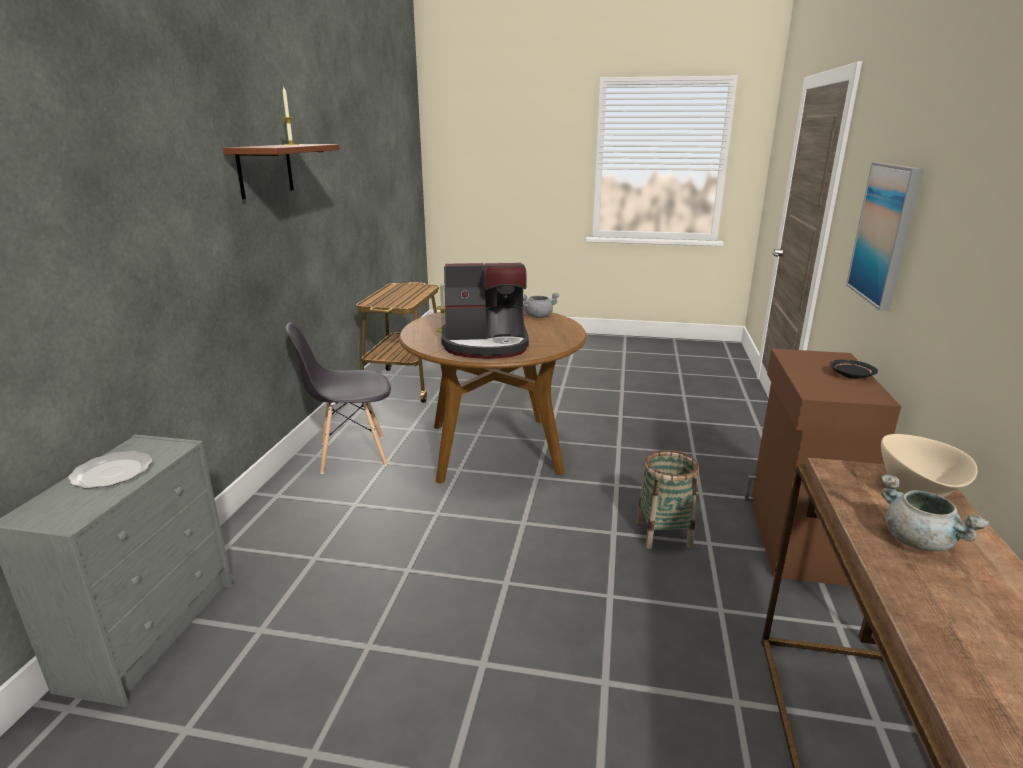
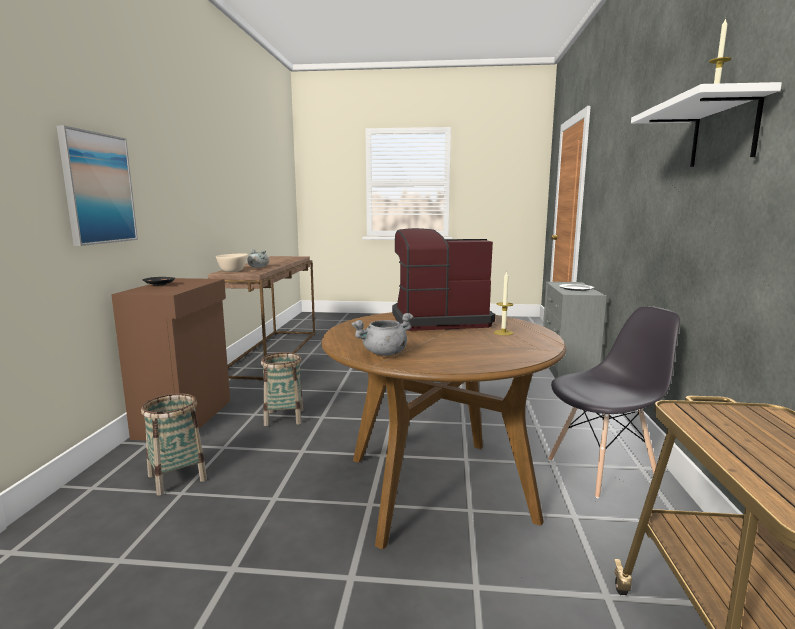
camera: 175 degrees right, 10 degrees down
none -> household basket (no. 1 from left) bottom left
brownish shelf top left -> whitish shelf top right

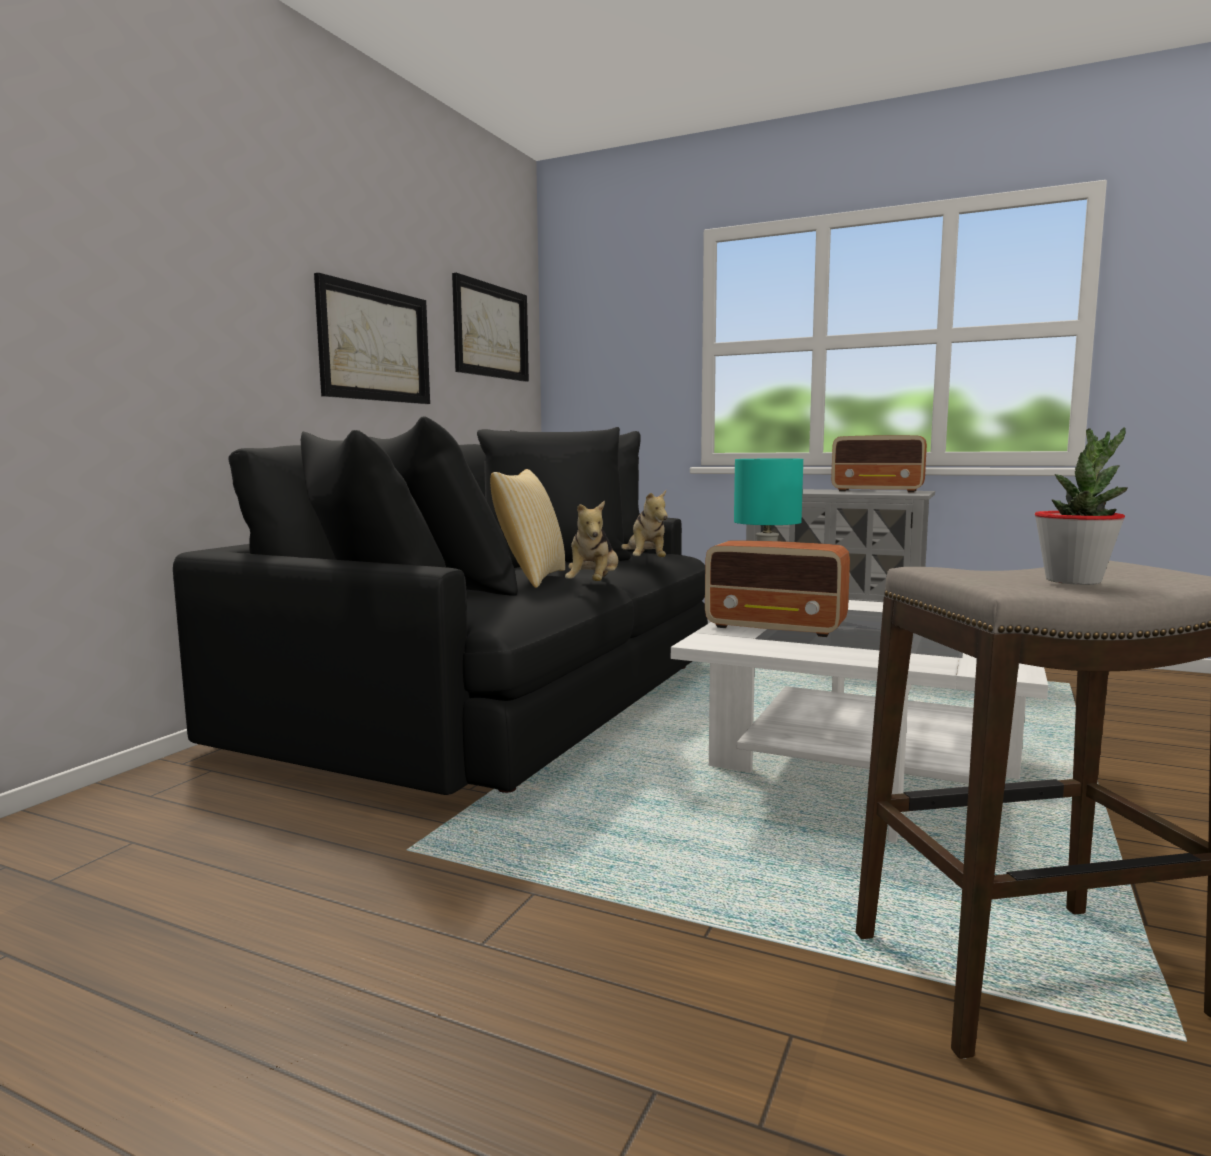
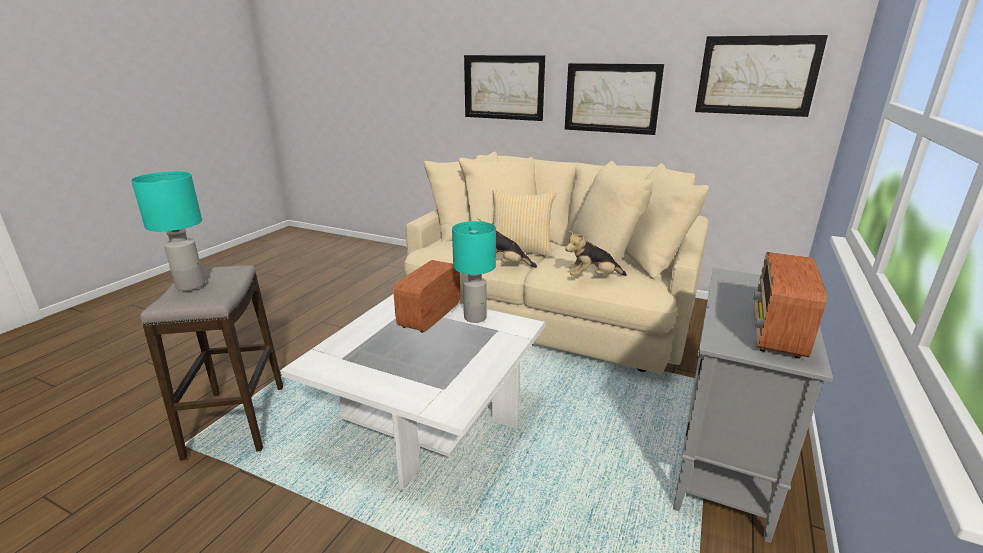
camera: 90 degrees right, 15 degrees up
potted plant middle right -> blue-green table lamp (no. 1 from left) middle left
black couch centre -> beige couch centre
none -> wall picture (no. 1 from left) top centre

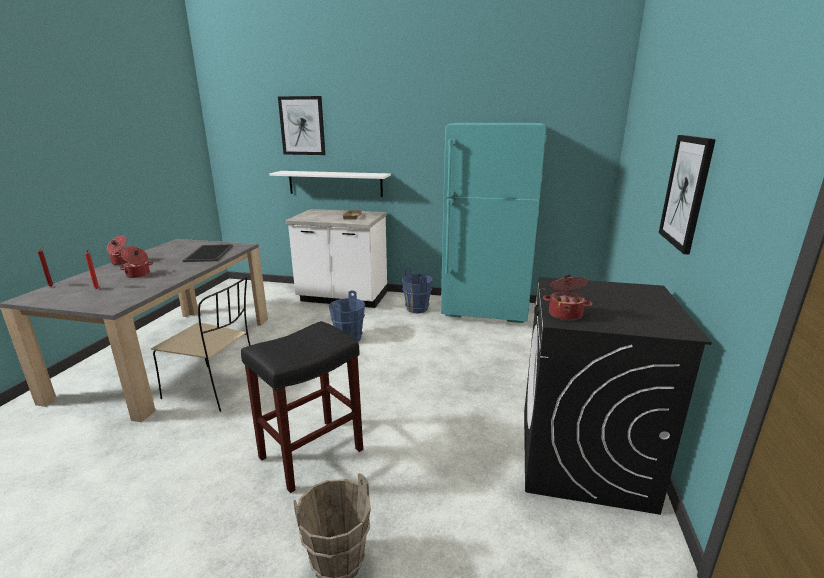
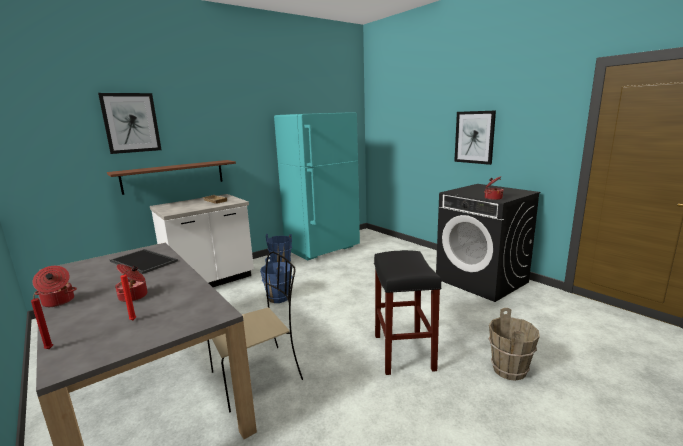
camera: 50 degrees left, 5 degrees down
whitish shelf top centre -> brownish shelf middle left

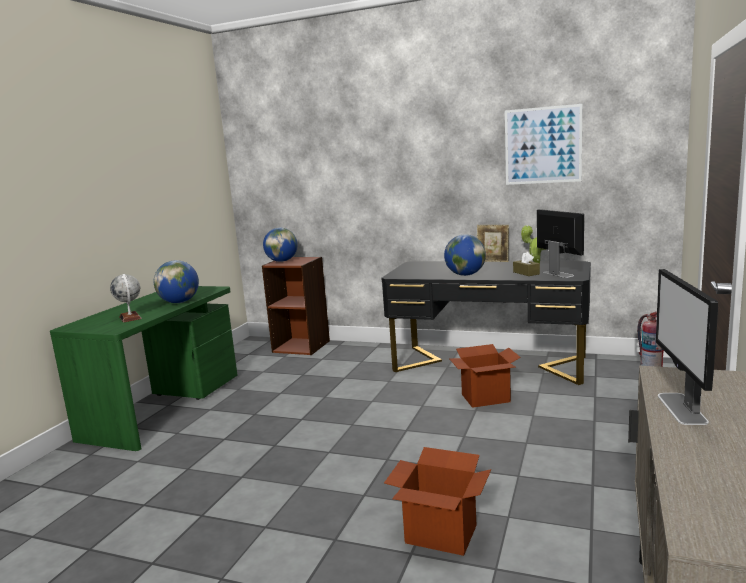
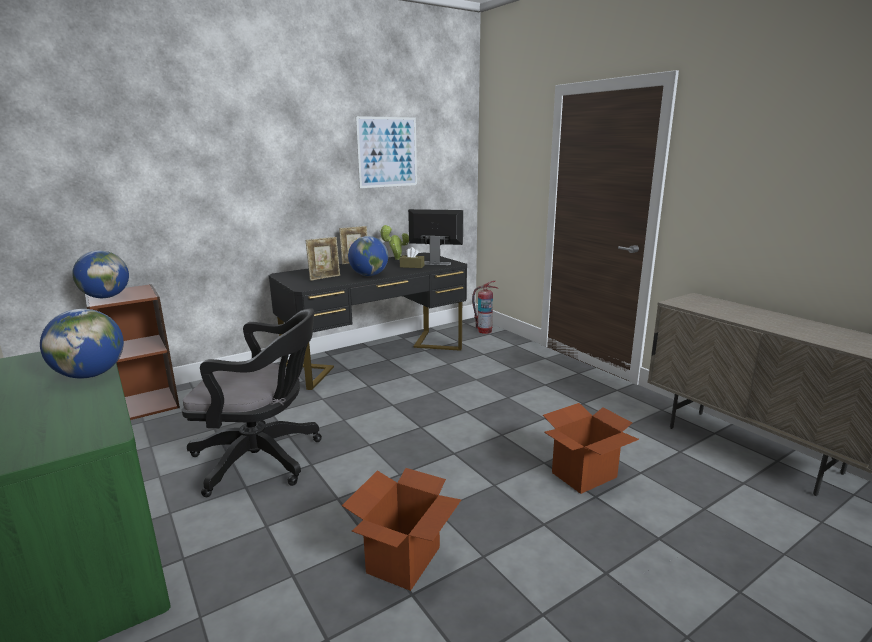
camera: 55 degrees left, 5 degrees up
none -> black office chair middle left
none -> standing frame (no. 1 from left) centre
carton (no. 2 from left in the first image) centre -> carton (no. 1 from left) bottom centre, relocated
globe (no. 1 from left) middle left -> none
computer display (no. 2 from left) middle right -> none

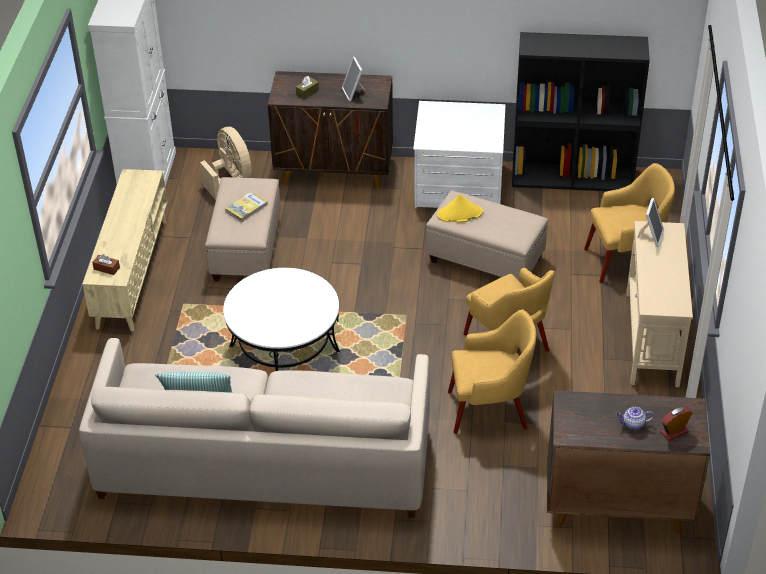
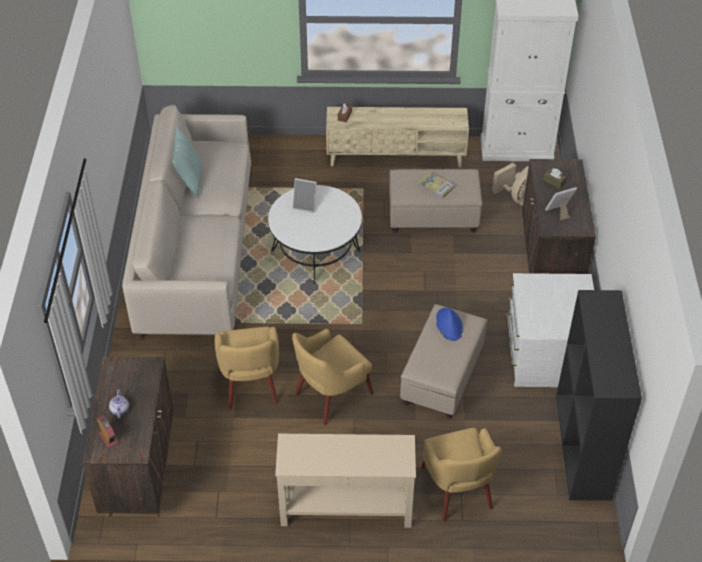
camera: 85 degrees right, 5 degrees up
standing frame (no. 2 from left in the first image) middle right -> standing frame (no. 1 from left) centre, relocated
yellow hat centre -> blue hat centre

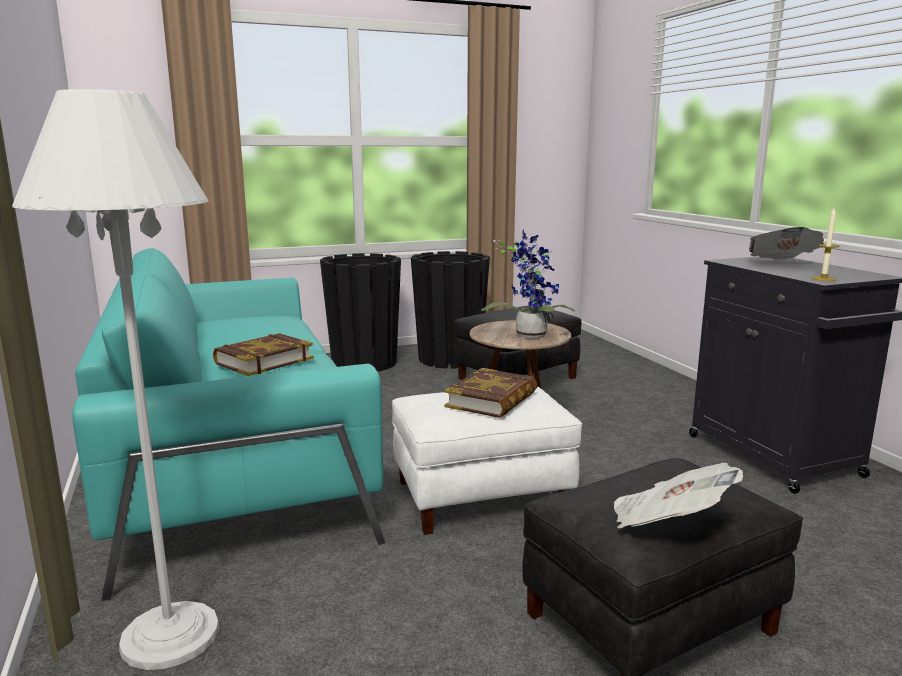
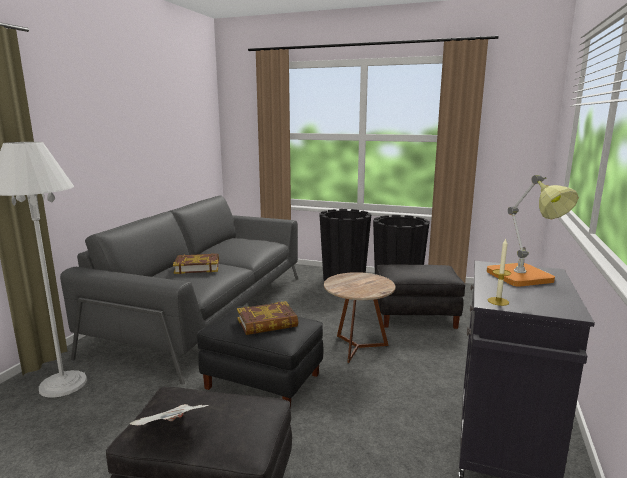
camera: 40 degrees right, 0 degrees up
blue-green couch middle left -> gray couch middle left
whitish footrest bottom centre -> black footrest (no. 2 from left) bottom centre
newspaper (no. 2 from left) middle right -> table lamp middle right
potted plant centre -> none

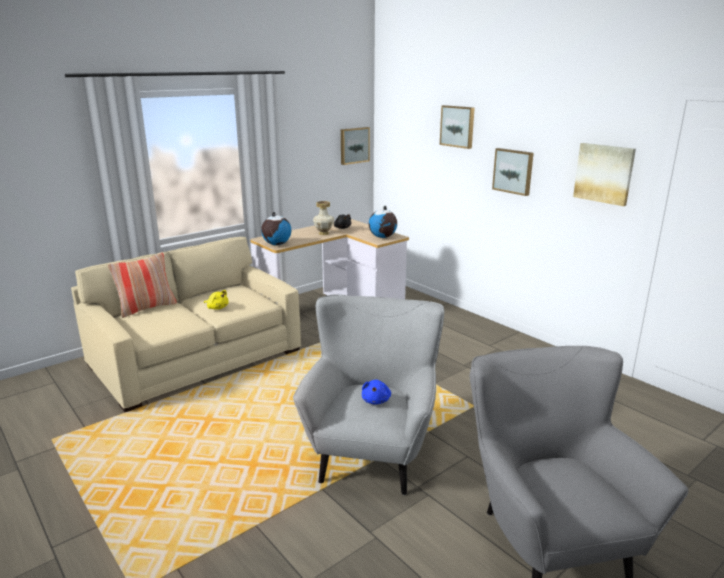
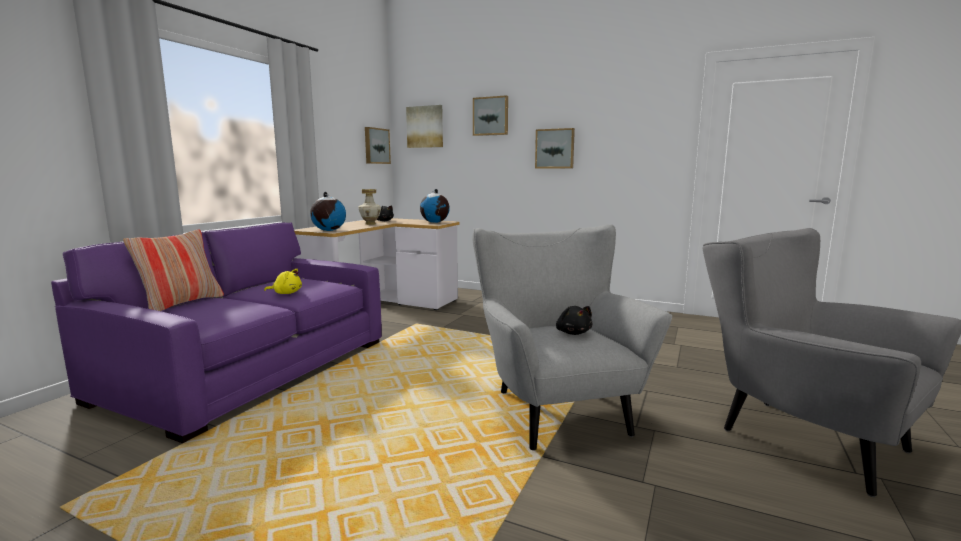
camera: 25 degrees left, 10 degrees down
beige couch middle left -> purplish couch middle left
wall picture (no. 4 from left in the first image) top right -> wall picture (no. 2 from left) top centre, relocated
blue plush toy bottom centre -> black plush toy (no. 2 from left) centre

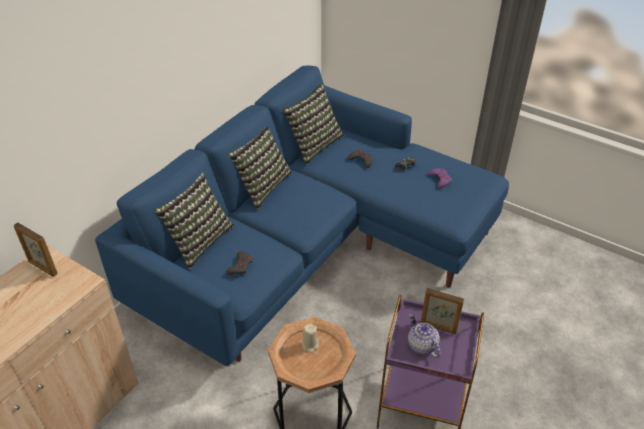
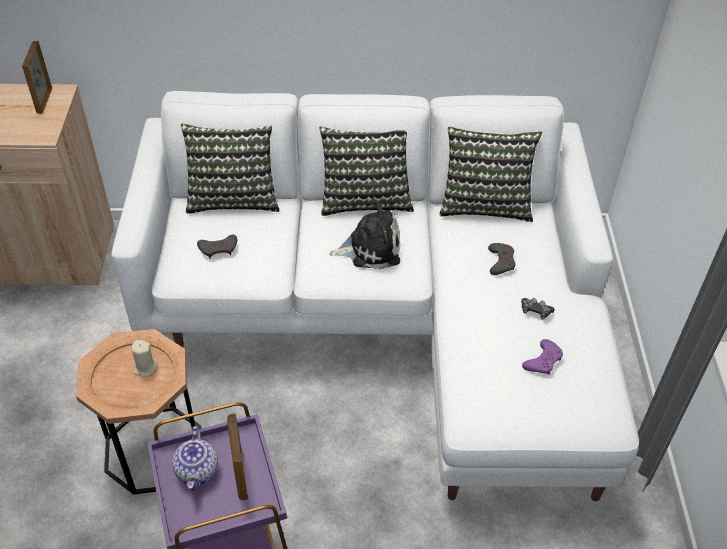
camera: 55 degrees right, 5 degrees up
blue couch centre -> whitish couch centre
pot for tea bottom centre -> pot for tea bottom left, 150 degrees clockwise
none -> plush toy centre

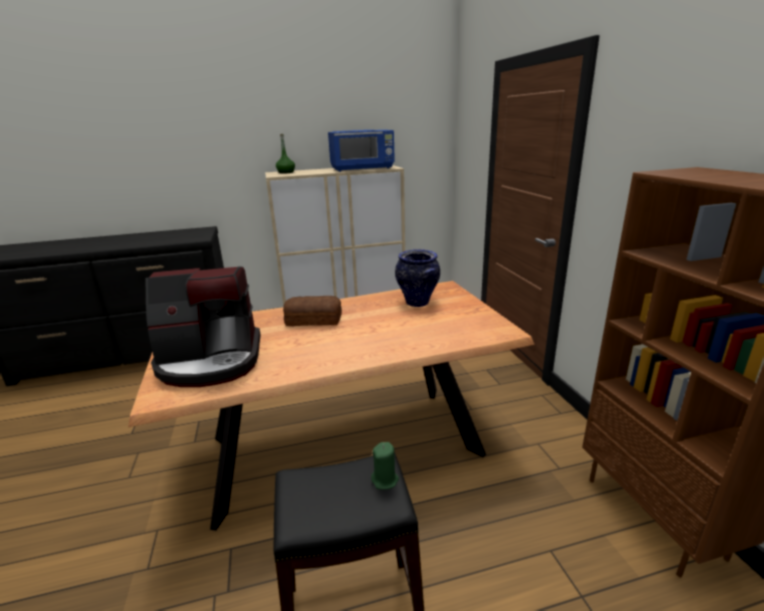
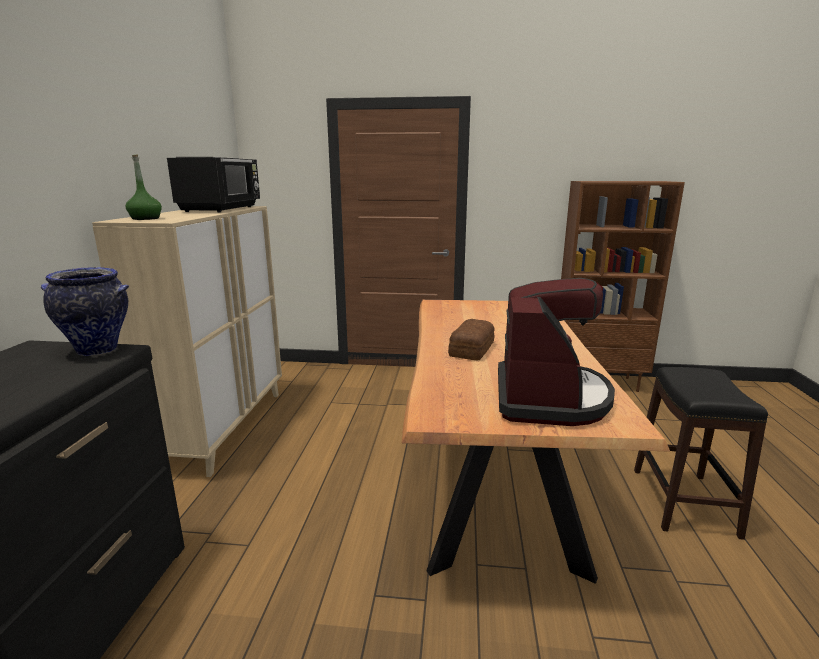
camera: 70 degrees left, 5 degrees down
flower vase centre -> flower vase middle left, relocated
blue kitchen microwave top centre -> black kitchen microwave top left
green-coloured wax light bottom centre -> none

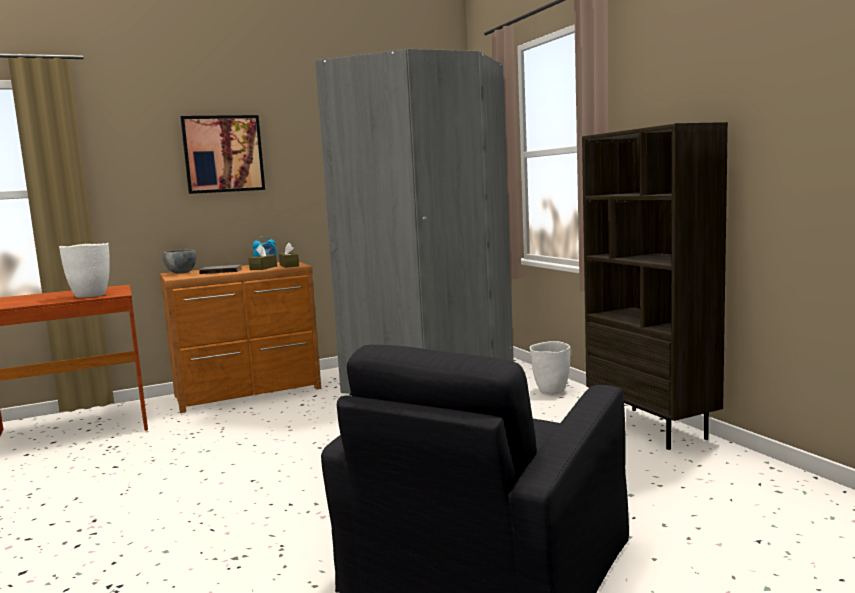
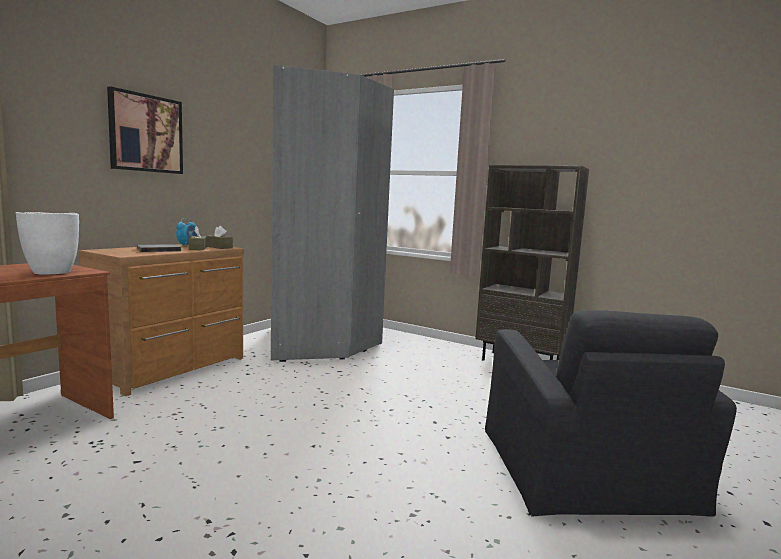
camera: 35 degrees left, 0 degrees up
gray deep dish middle left -> none
whitish flower vase (no. 2 from left) centre -> none

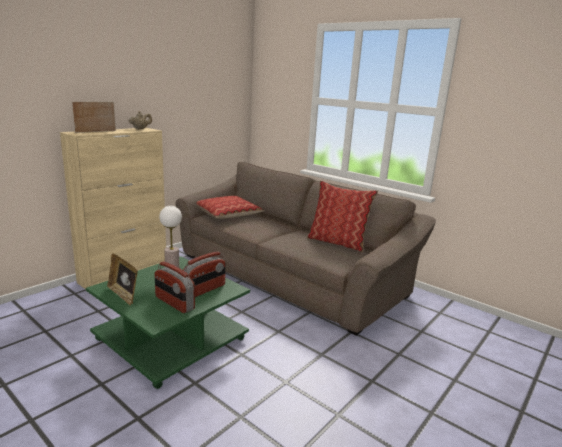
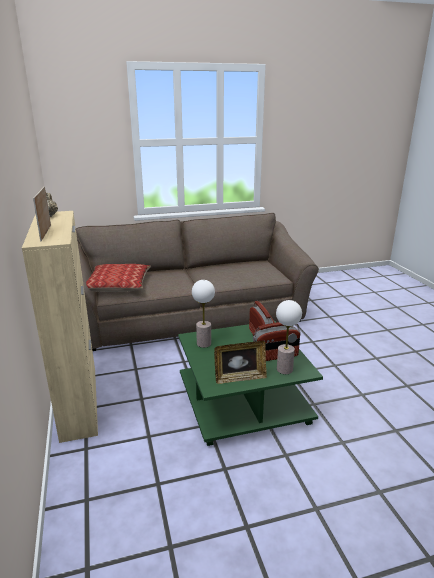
camera: 55 degrees left, 5 degrees up
none -> table lamp (no. 2 from left) centre
pillow (no. 2 from left) centre -> none

